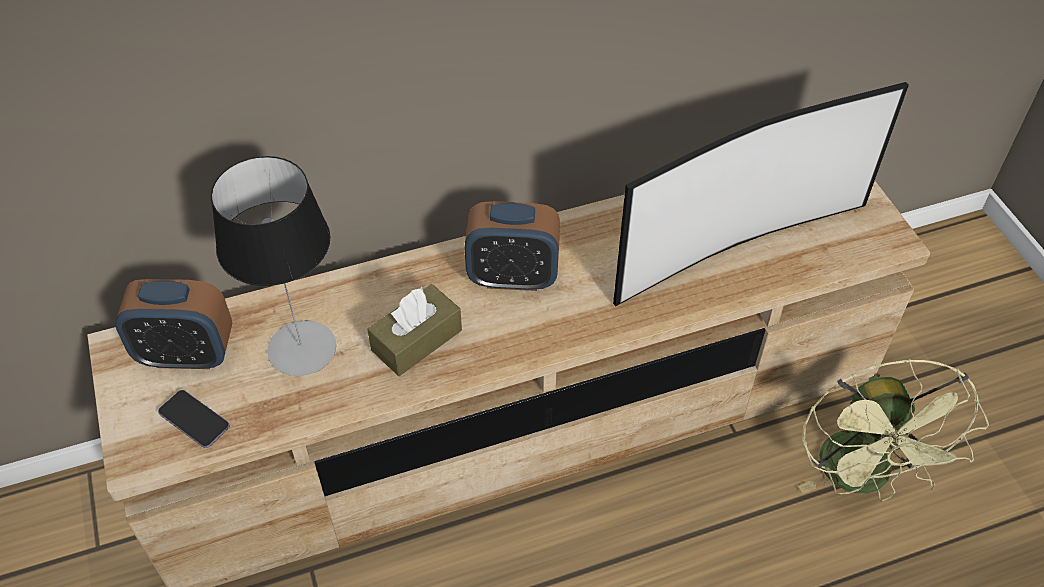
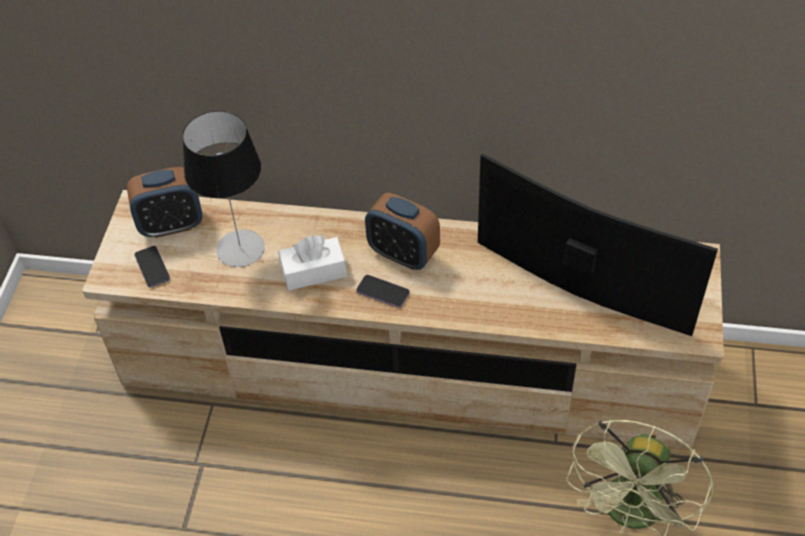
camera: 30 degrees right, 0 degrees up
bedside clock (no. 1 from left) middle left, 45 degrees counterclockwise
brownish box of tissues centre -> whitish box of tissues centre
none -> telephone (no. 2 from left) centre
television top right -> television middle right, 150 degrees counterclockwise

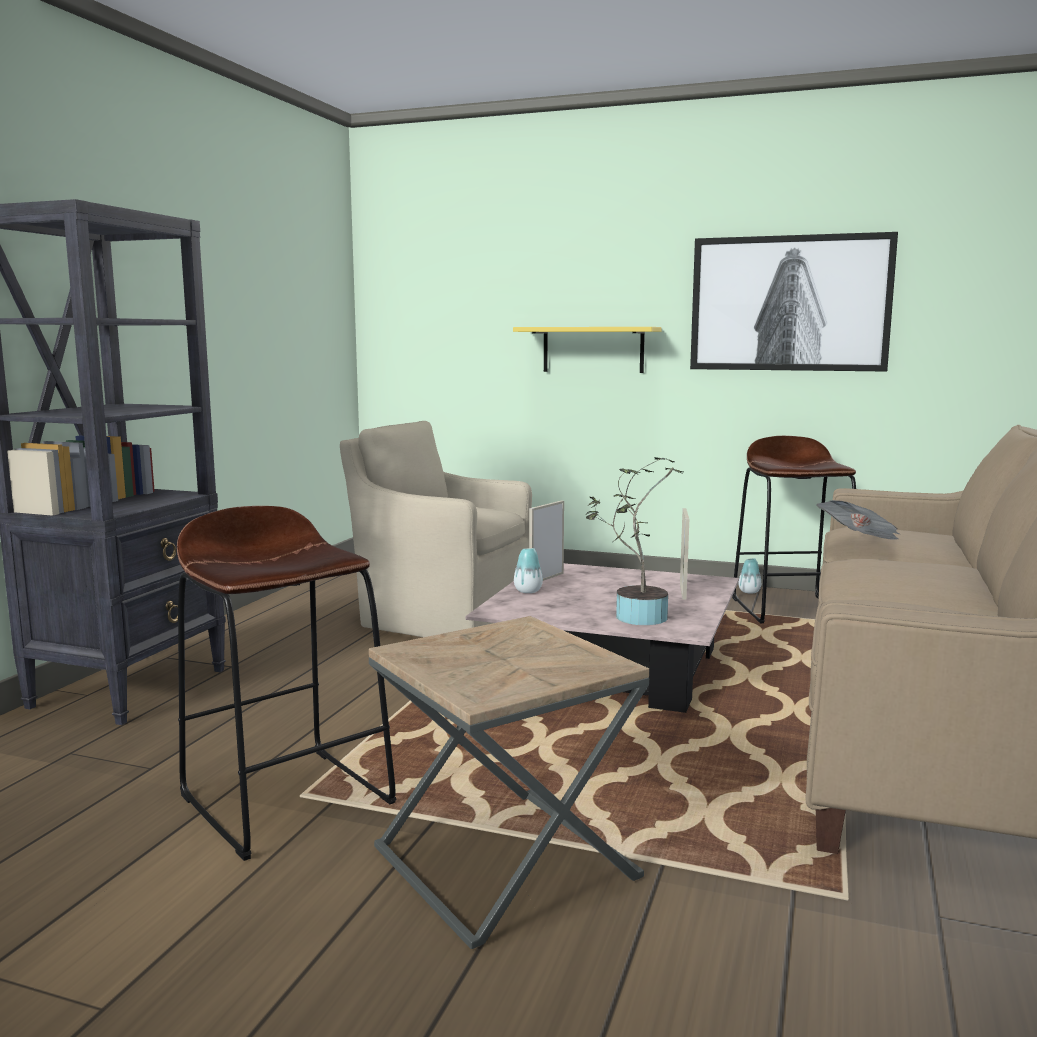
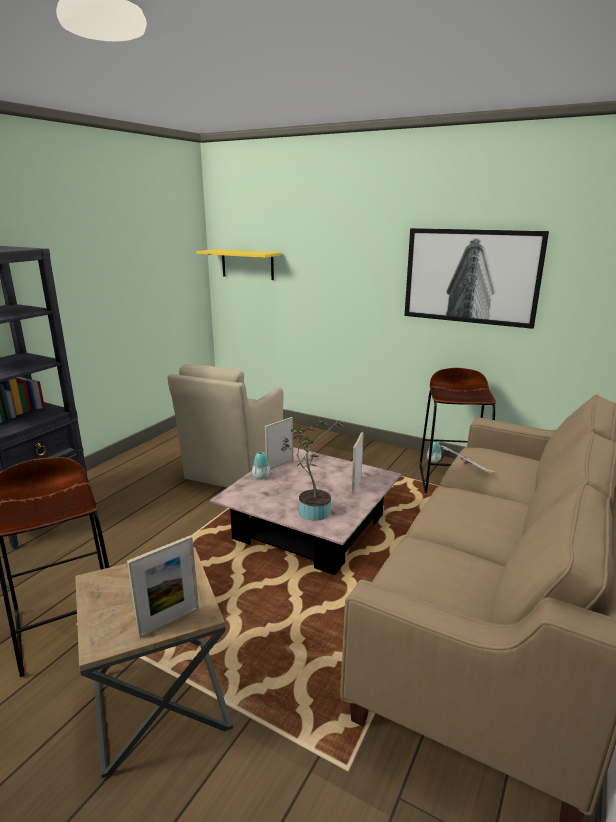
camera: 10 degrees right, 10 degrees up
none -> standing frame (no. 1 from left) bottom left
beige armchair centre, 105 degrees counterclockwise
yellow shelf centre -> yellow shelf top centre, relocated

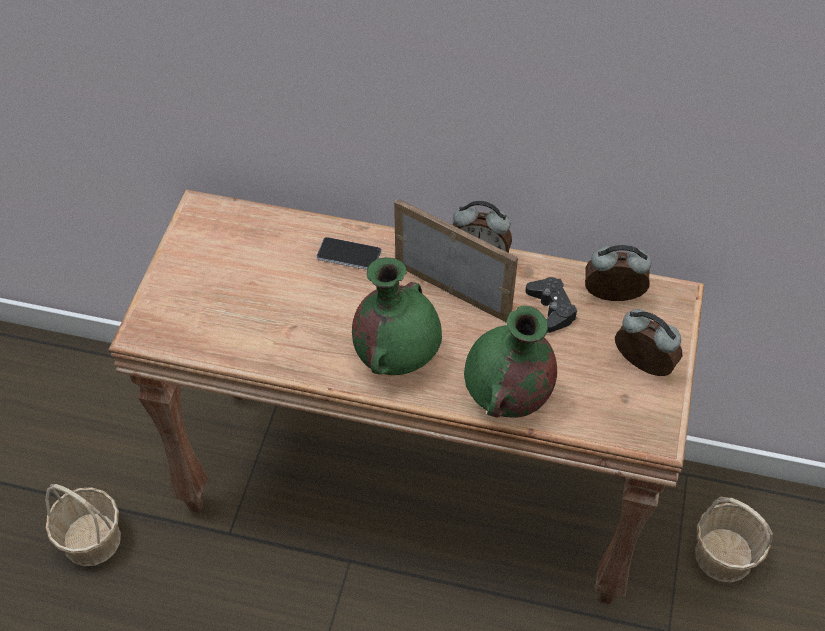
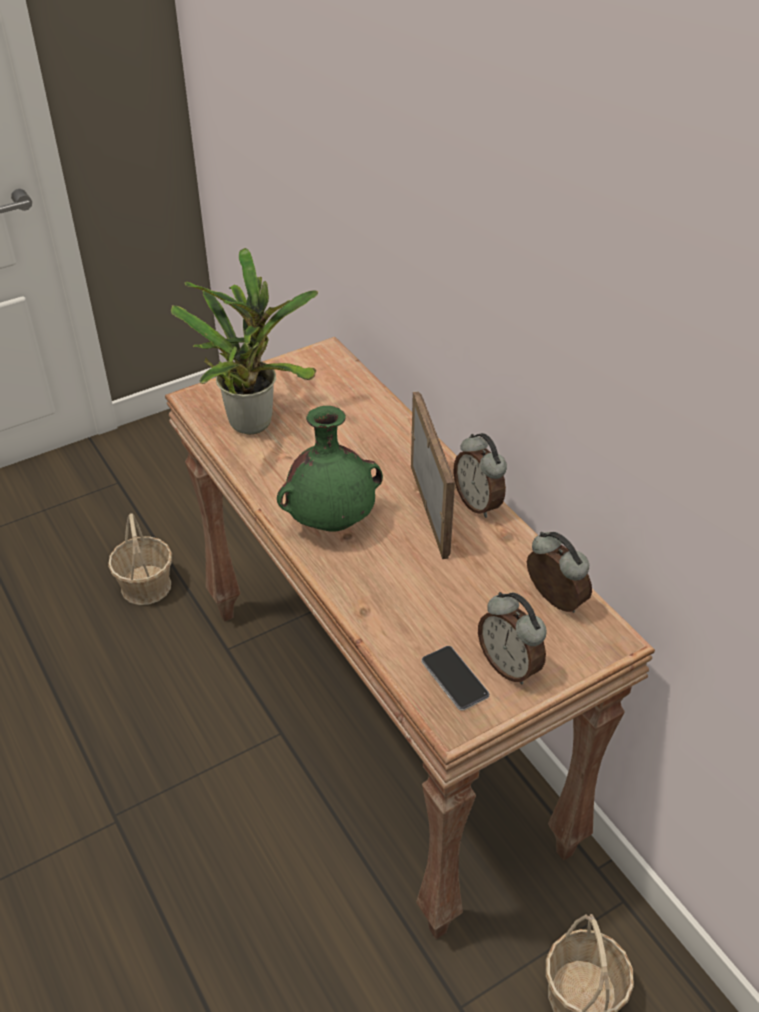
camera: 45 degrees right, 10 degrees down
none -> potted plant middle left
telephone centre -> telephone bottom centre, relocated
bedside clock (no. 3 from left in the first image) middle right -> bedside clock (no. 2 from left) middle right, 150 degrees clockwise
green-coloured flower vase (no. 2 from left) centre -> none
black game controller middle right -> none

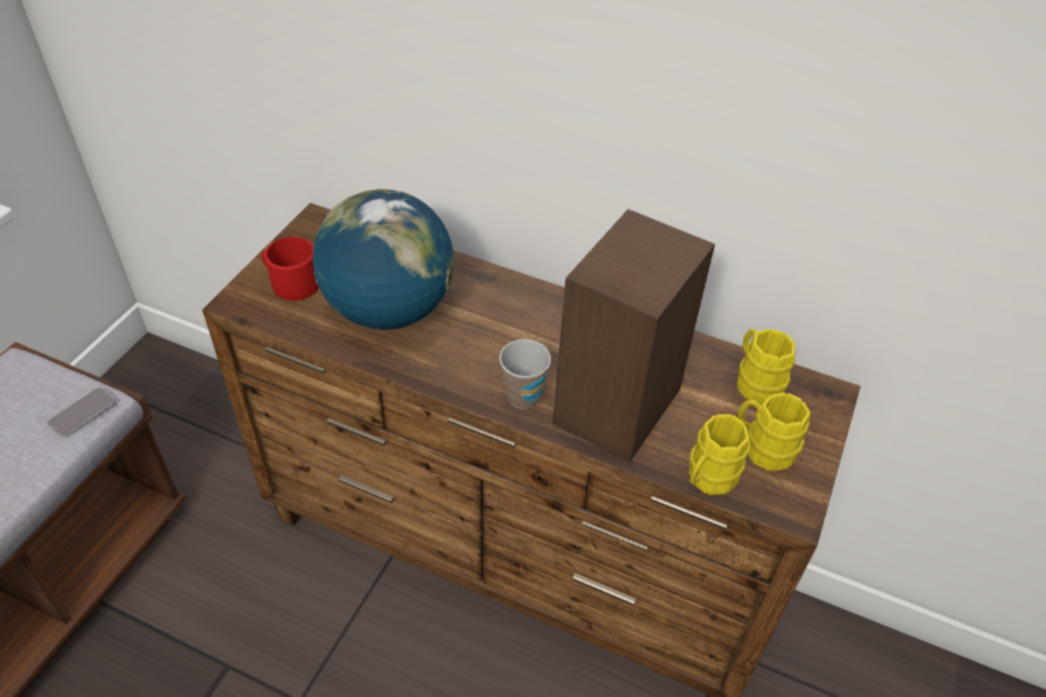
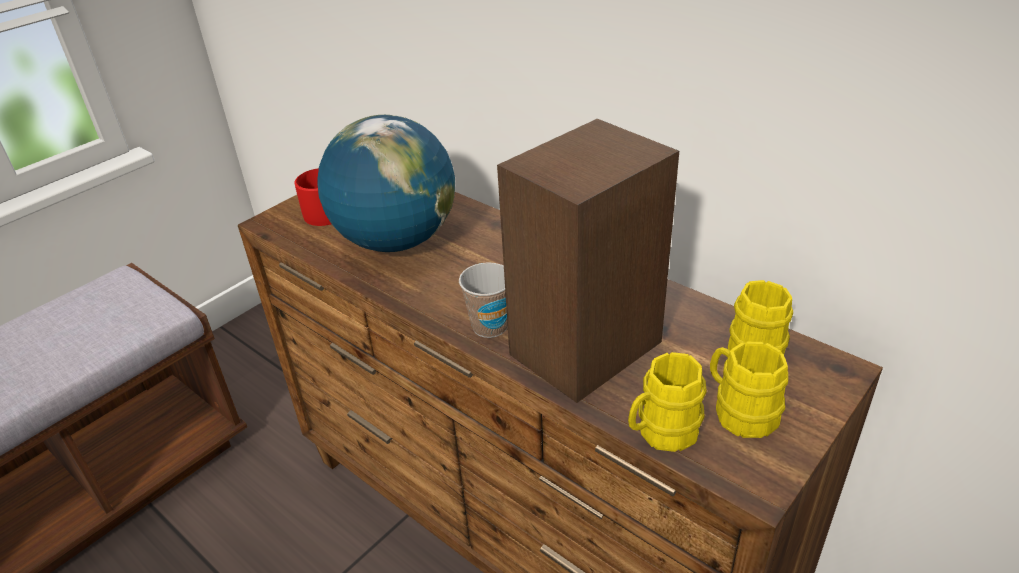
camera: 20 degrees right, 10 degrees down
telephone middle left -> none

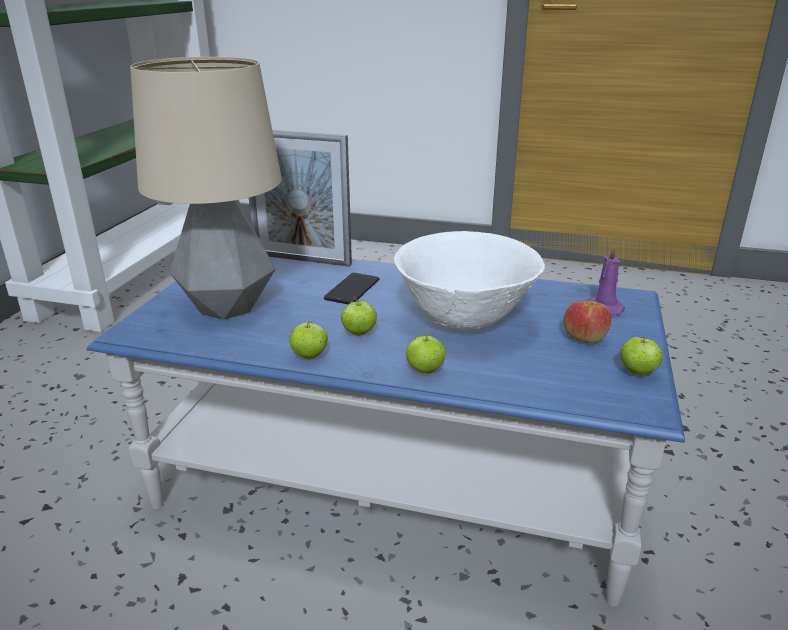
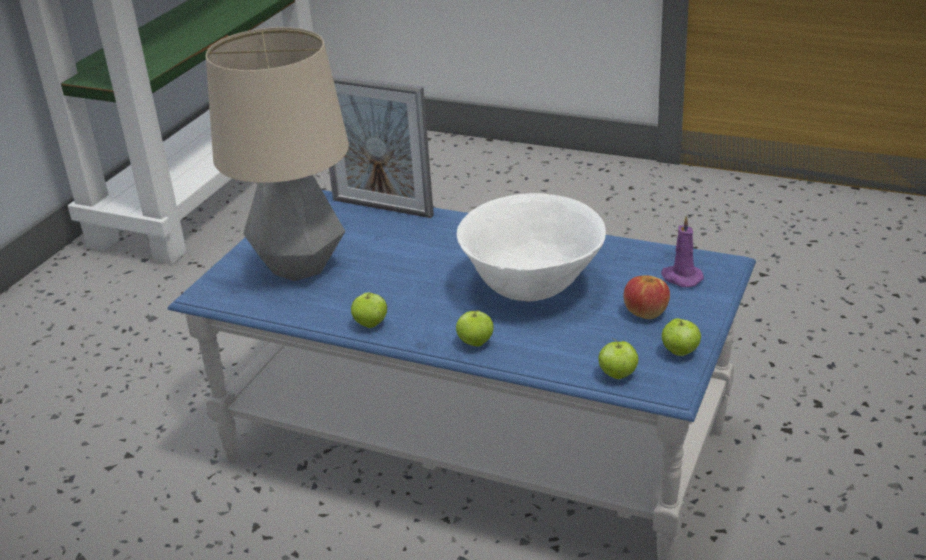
camera: 10 degrees right, 5 degrees up
apple (no. 2 from left in the first image) centre -> apple (no. 3 from left) middle right, relocated
telephone centre -> none

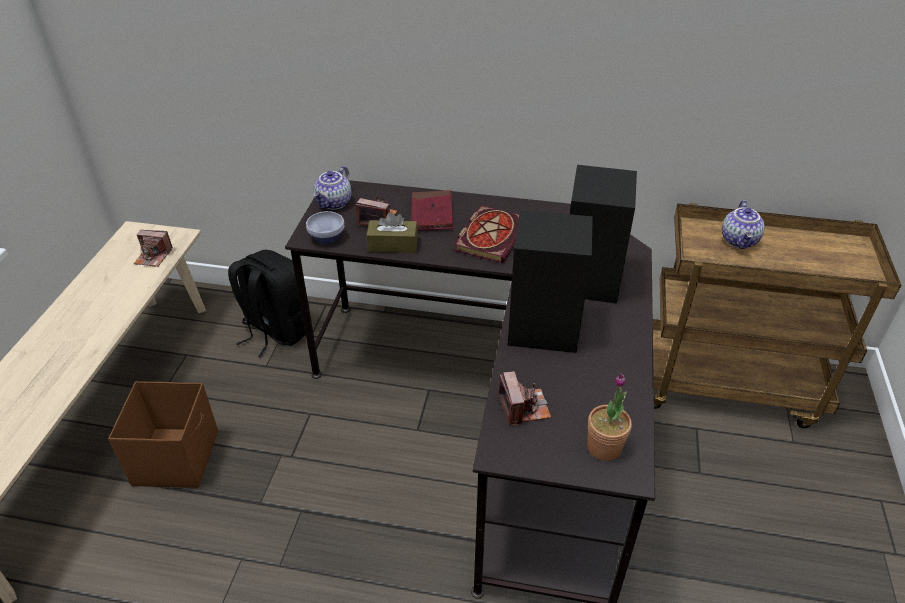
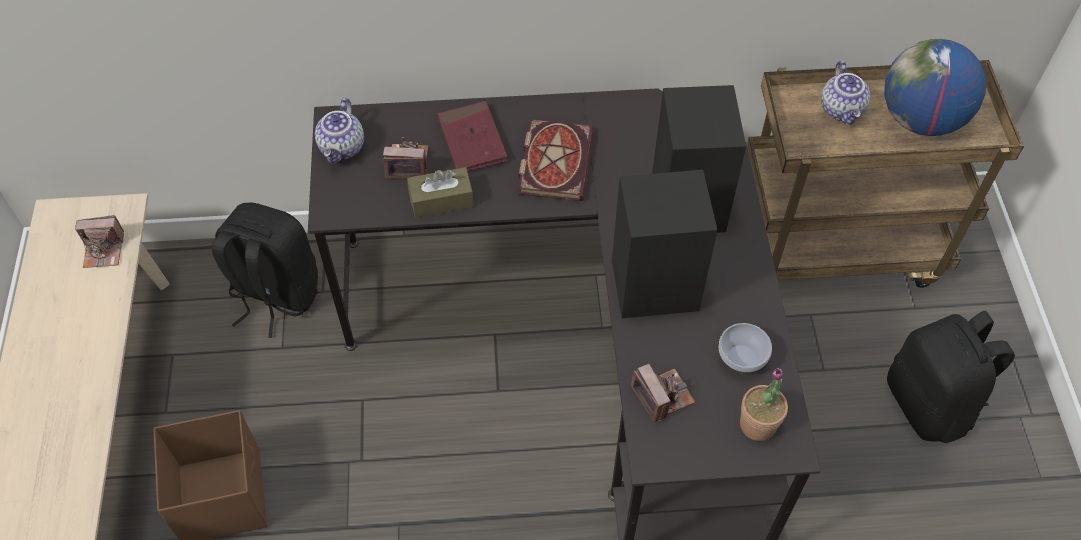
camera: 15 degrees left, 15 degrees up
deep dish centre -> deep dish middle right, relocated
none -> globe top right
none -> black knapsack (no. 2 from left) bottom right

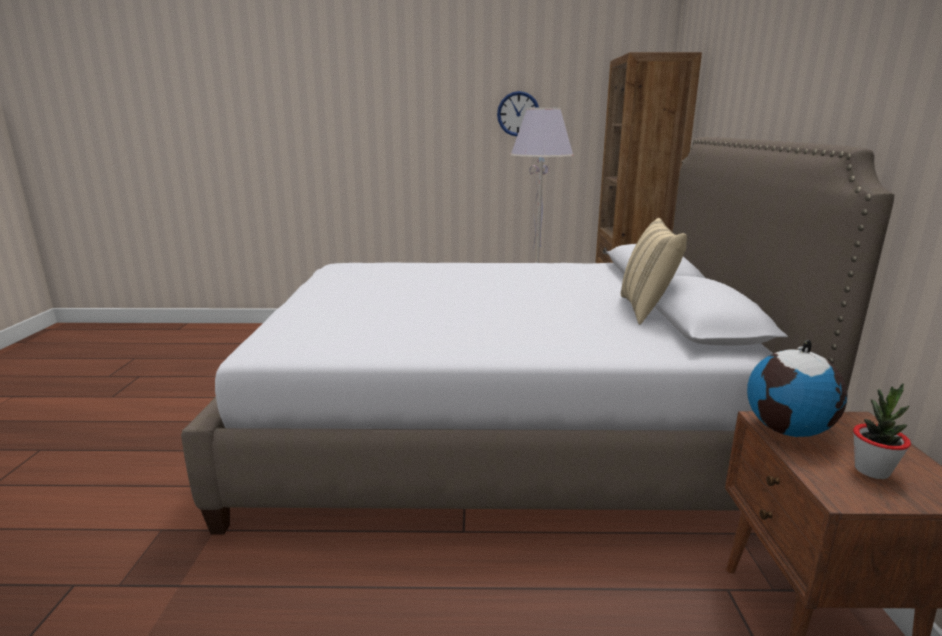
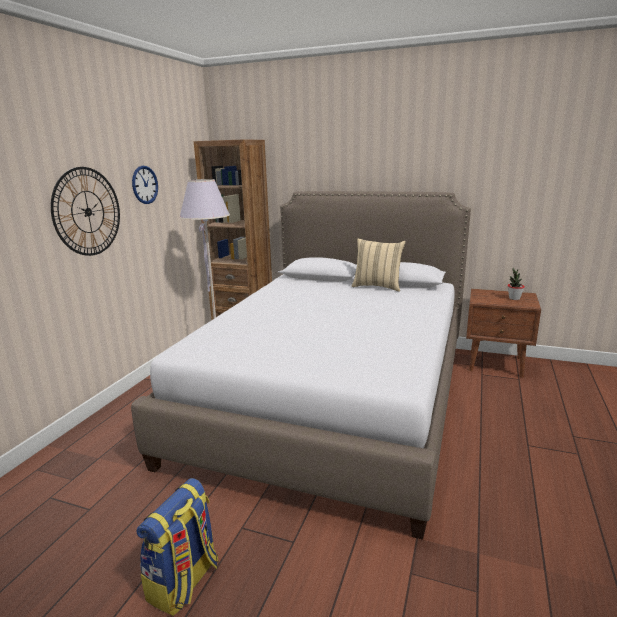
camera: 70 degrees left, 0 degrees up
none -> wall clock (no. 1 from left) middle left
none -> knapsack bottom left
globe middle right -> none

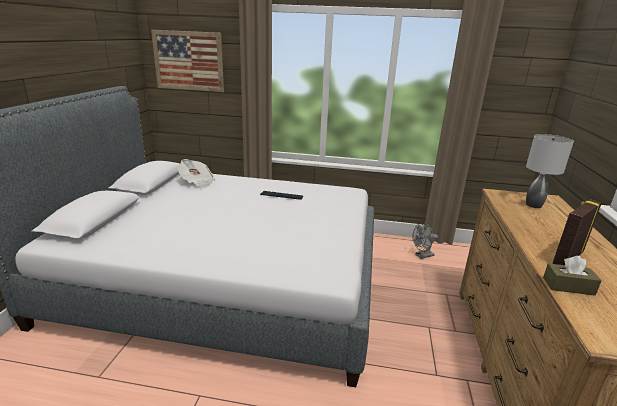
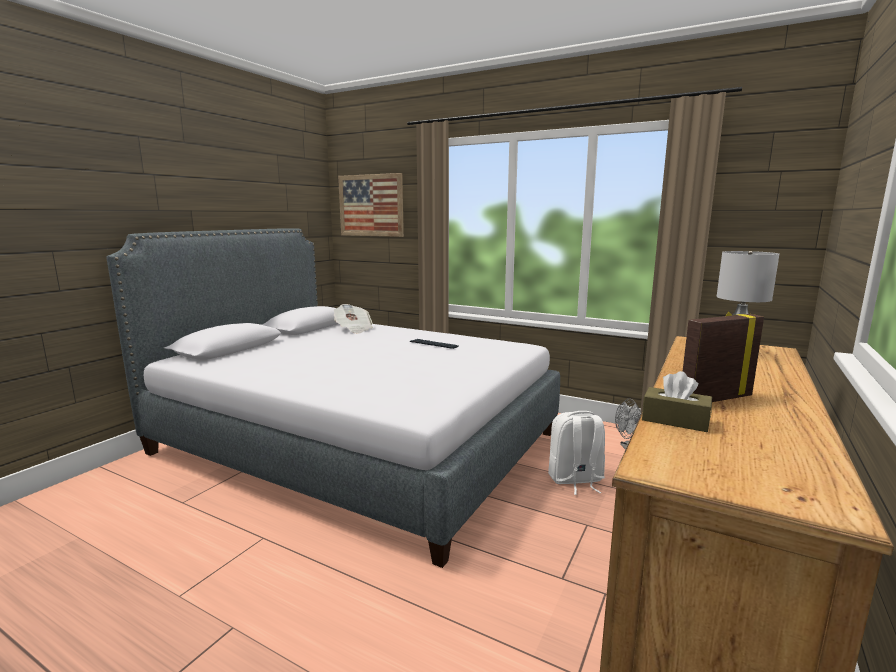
camera: 20 degrees right, 10 degrees down
none -> whitish knapsack bottom centre

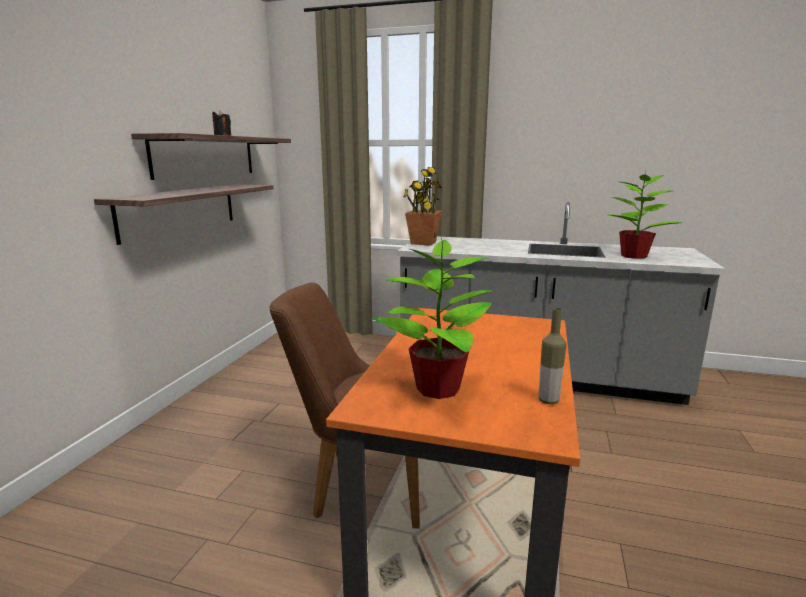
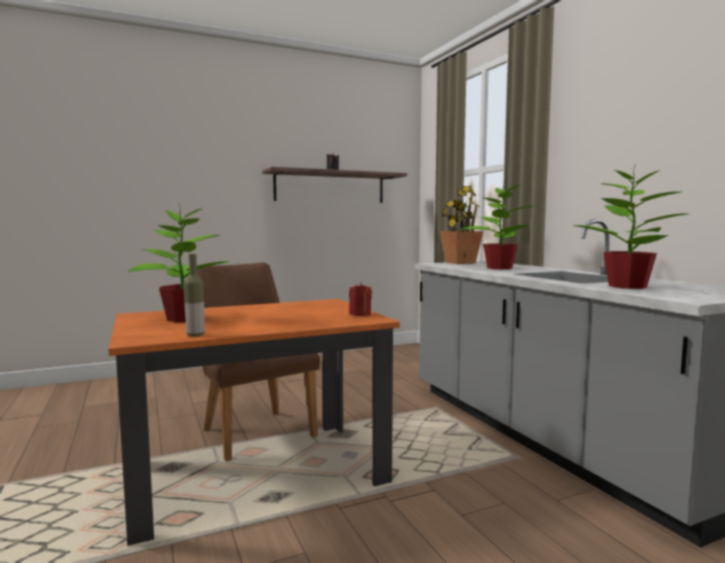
camera: 50 degrees right, 10 degrees down
none -> red wax light centre
none -> potted plant (no. 3 from left) middle right
shelf (no. 1 from left) middle left -> none

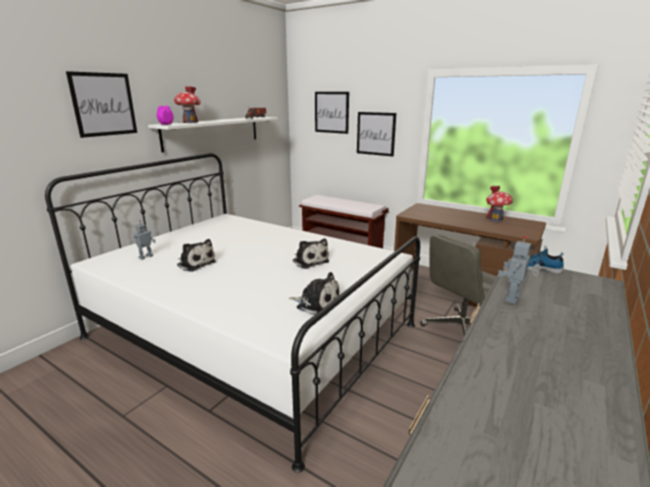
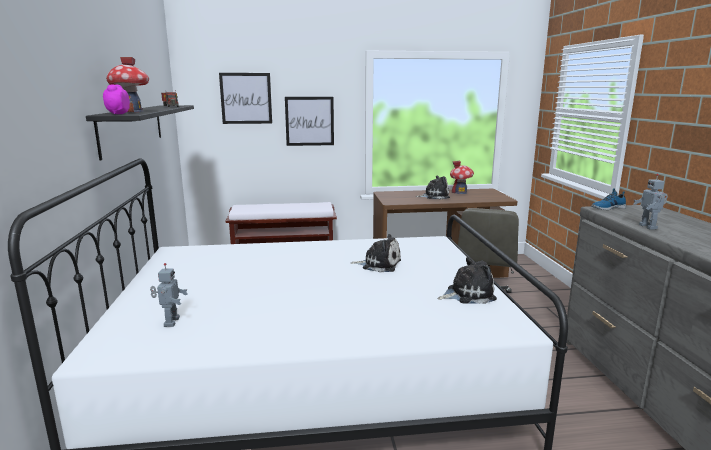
camera: 40 degrees left, 5 degrees down
whitish shelf top left -> black shelf top left
plush toy (no. 1 from left in the first image) middle left -> plush toy (no. 2 from left) centre, relocated
wall picture (no. 1 from left) top left -> none

